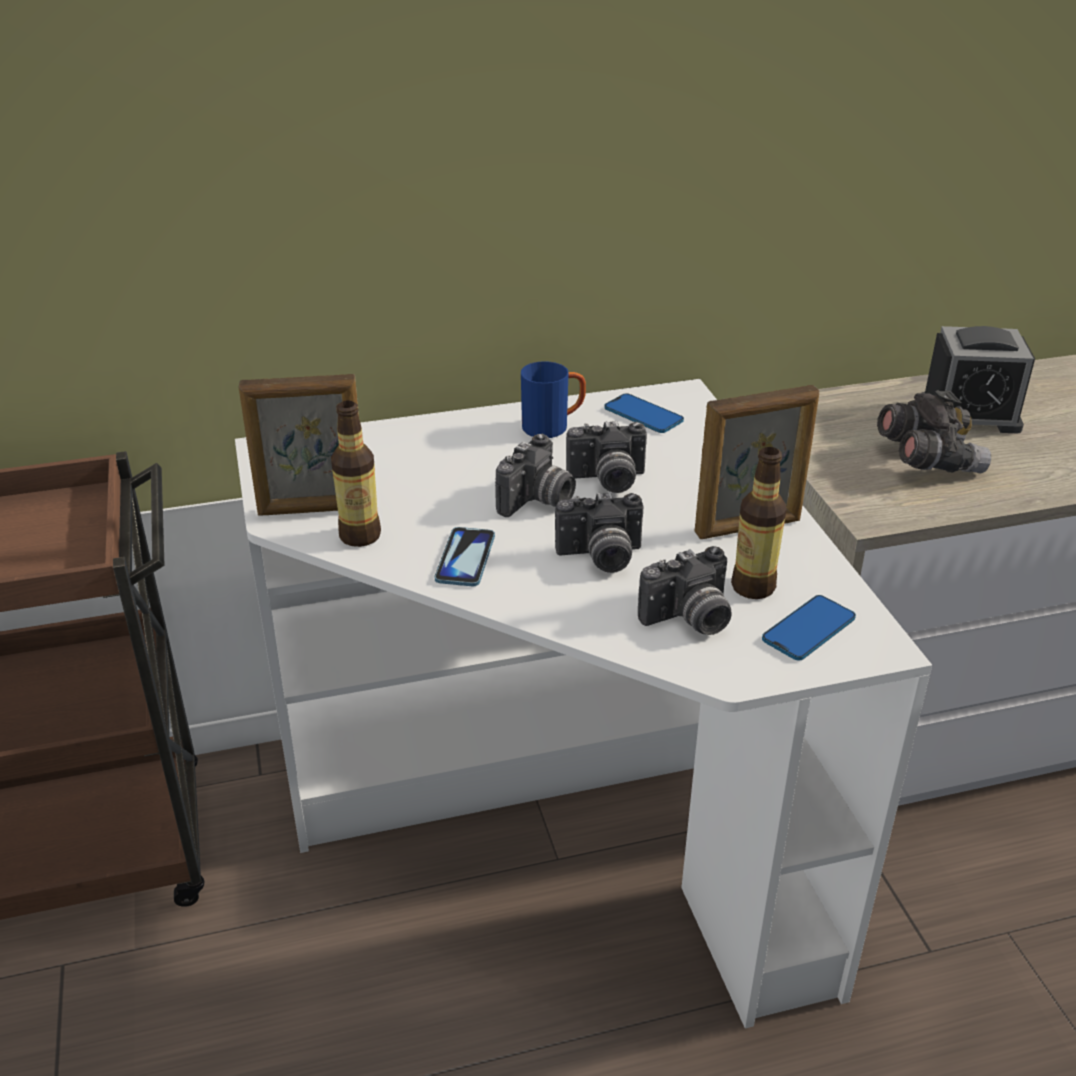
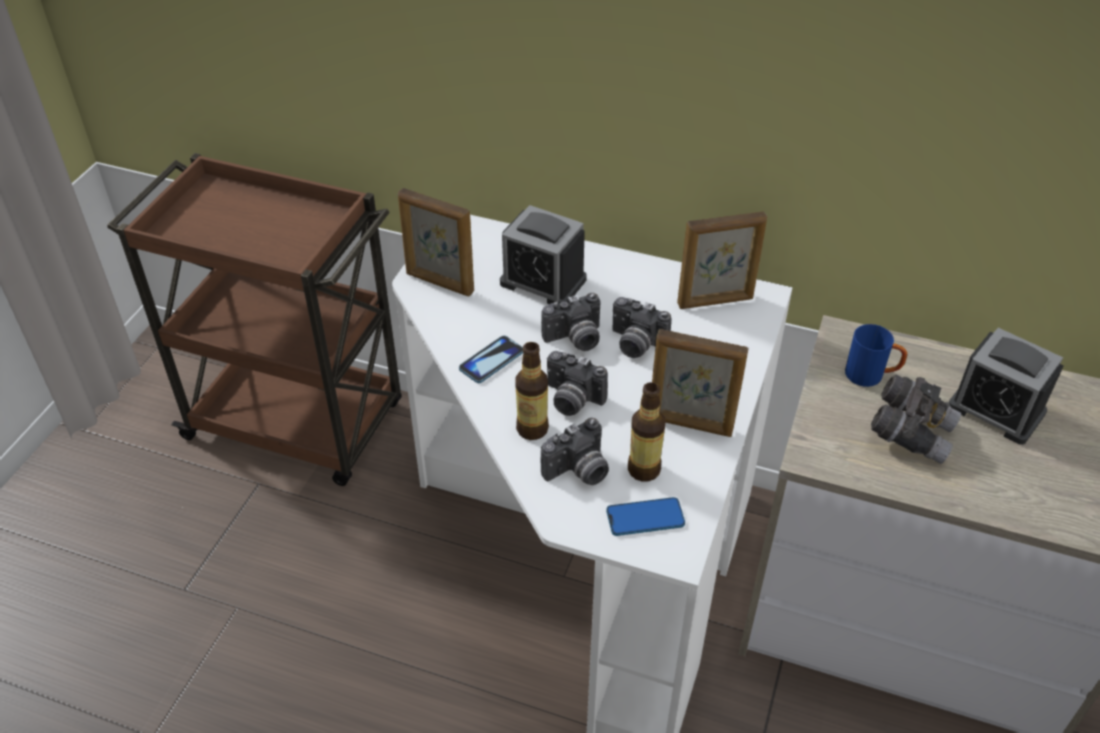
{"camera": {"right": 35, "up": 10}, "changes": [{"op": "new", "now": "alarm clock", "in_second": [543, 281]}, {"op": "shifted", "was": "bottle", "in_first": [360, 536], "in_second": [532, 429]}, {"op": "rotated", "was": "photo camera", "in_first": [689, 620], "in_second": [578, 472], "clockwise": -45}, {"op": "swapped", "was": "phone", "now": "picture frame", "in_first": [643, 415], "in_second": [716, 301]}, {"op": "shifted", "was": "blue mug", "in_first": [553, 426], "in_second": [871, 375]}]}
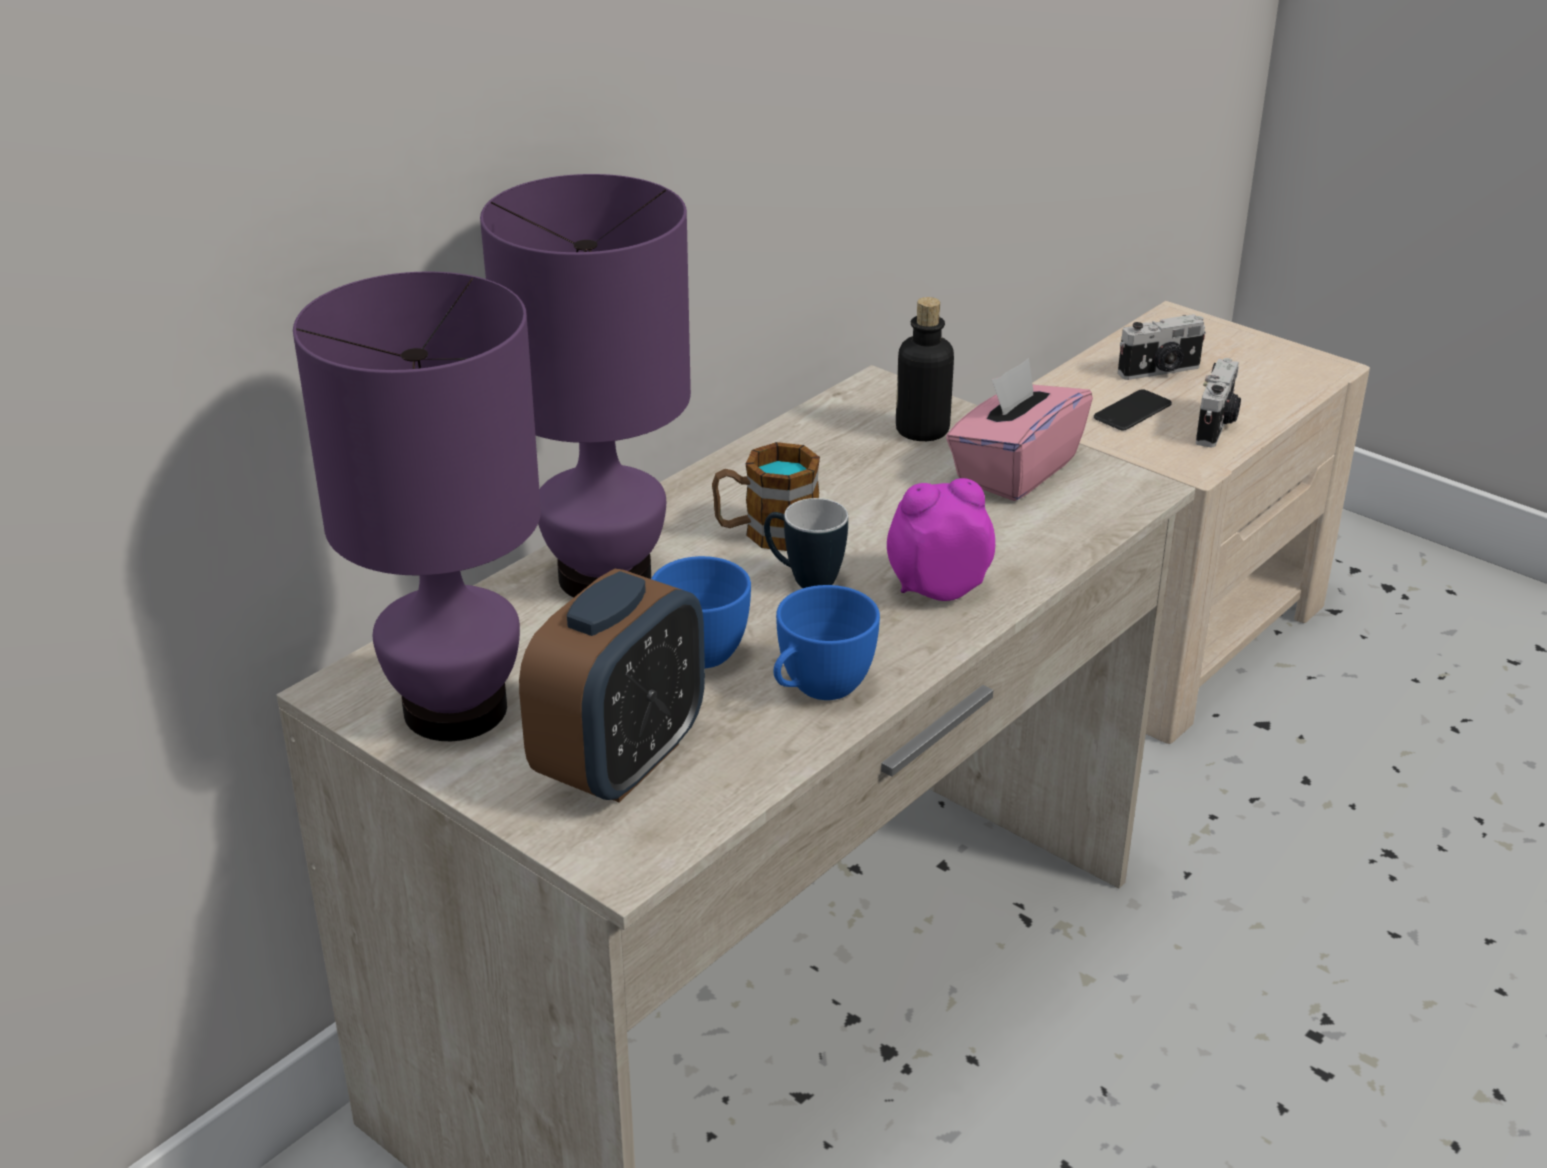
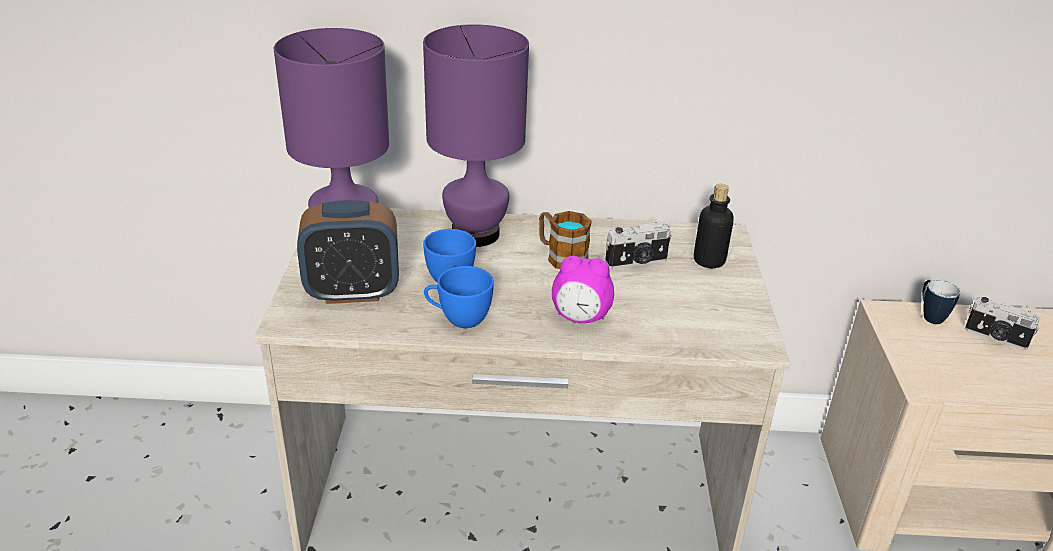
{"camera": {"right": 50, "up": 0}, "changes": [{"op": "rotated", "was": "alarm clock", "in_first": [937, 587], "in_second": [580, 318], "clockwise": 150}, {"op": "shifted", "was": "photo camera", "in_first": [1216, 426], "in_second": [637, 262]}, {"op": "shifted", "was": "mug", "in_first": [803, 579], "in_second": [929, 316]}, {"op": "gone", "was": "pink tissue box", "in_first": [1014, 470]}, {"op": "gone", "was": "phone", "in_first": [1132, 411]}]}
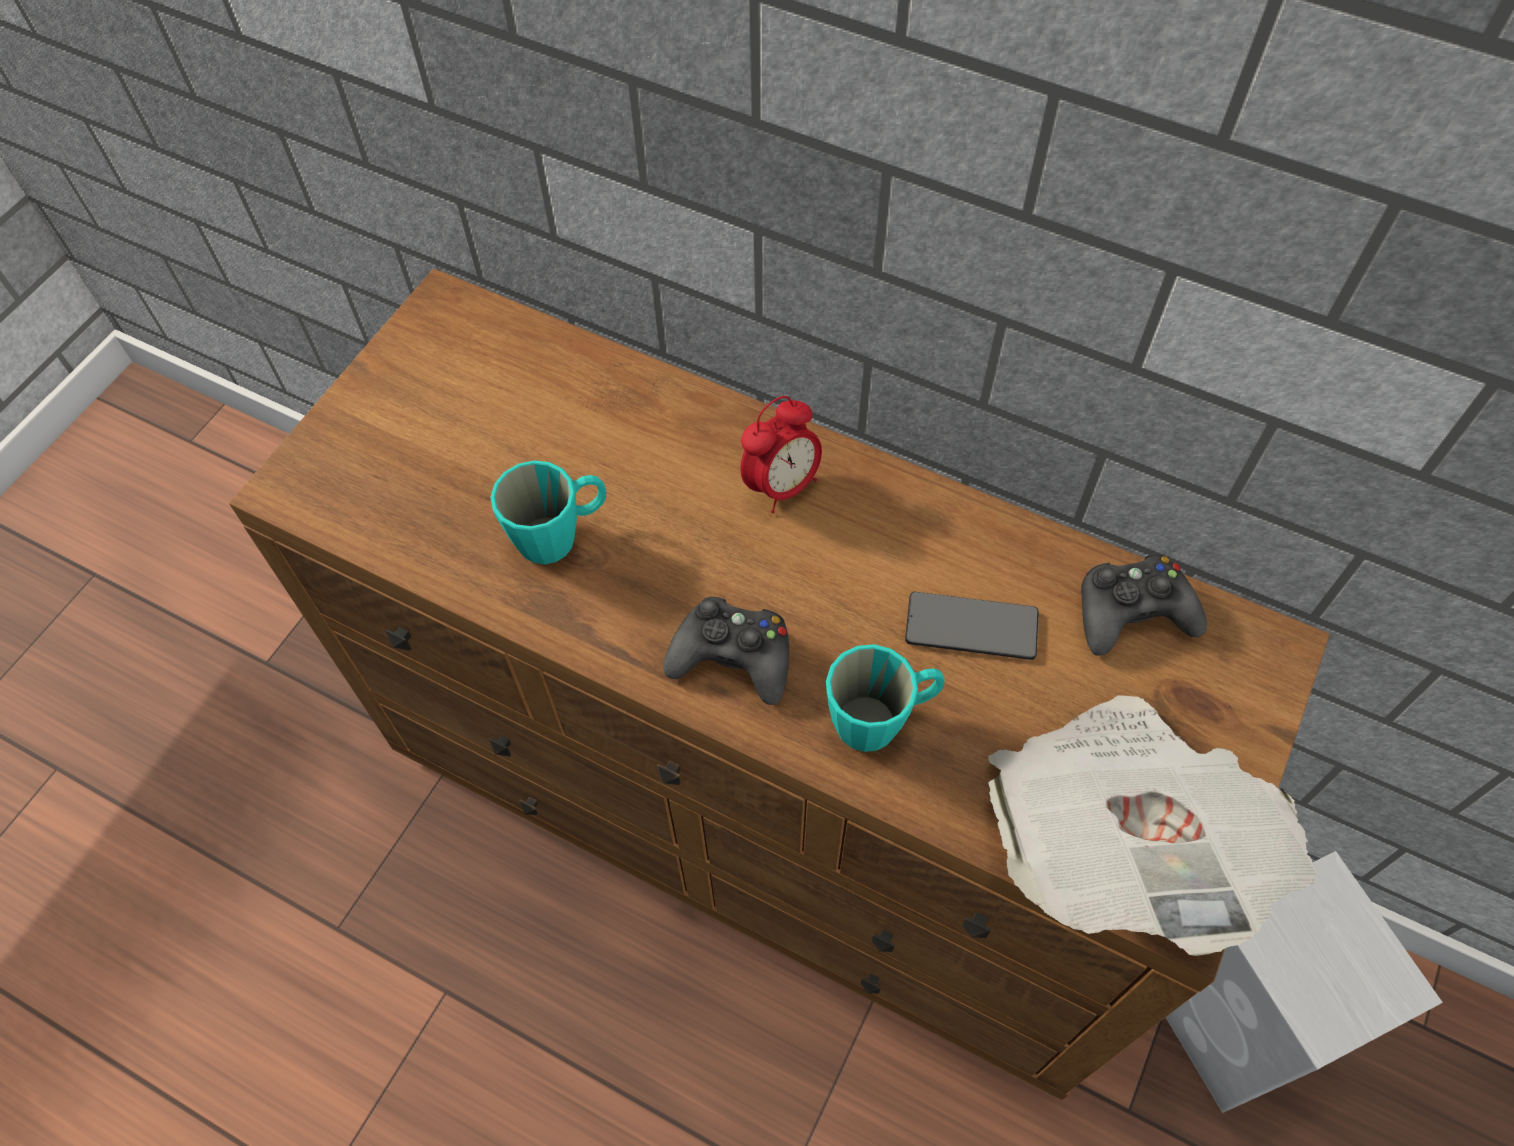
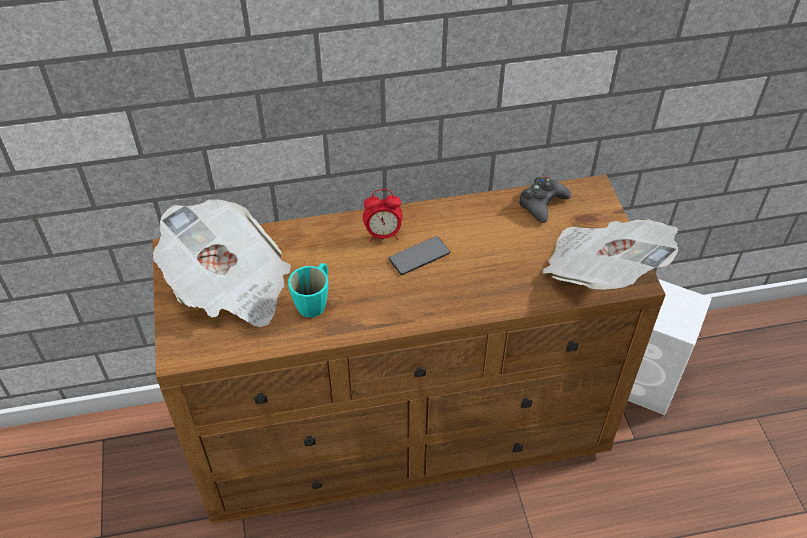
{"camera": {"right": -40, "up": -10}, "changes": [{"op": "new", "now": "newspaper", "in_second": [230, 286]}, {"op": "rotated", "was": "alarm clock", "in_first": [781, 485], "in_second": [383, 234], "clockwise": 75}, {"op": "shifted", "was": "phone", "in_first": [971, 627], "in_second": [419, 256]}, {"op": "gone", "was": "black game controller", "in_first": [733, 657]}, {"op": "gone", "was": "turquoise mug", "in_first": [881, 718]}]}
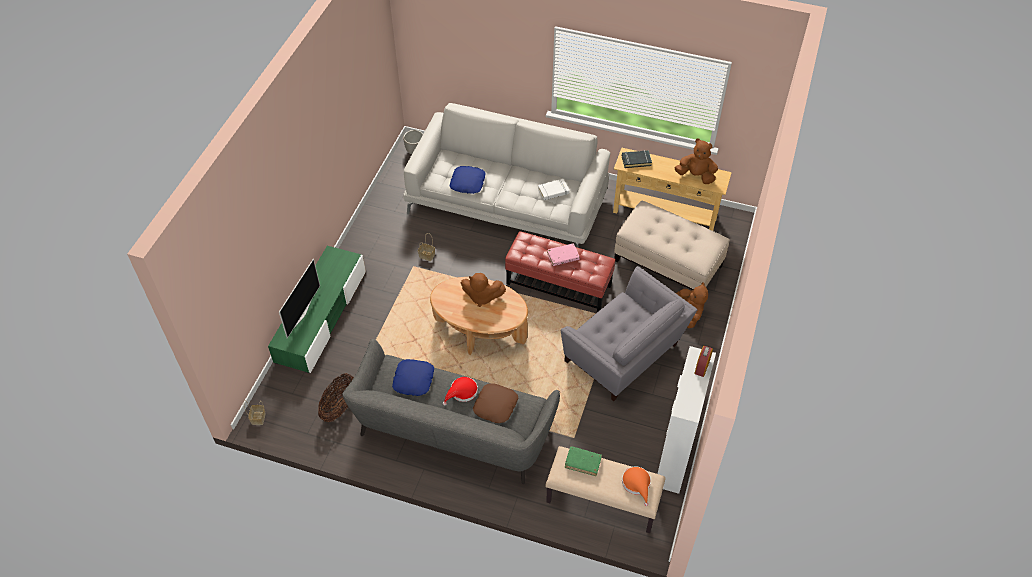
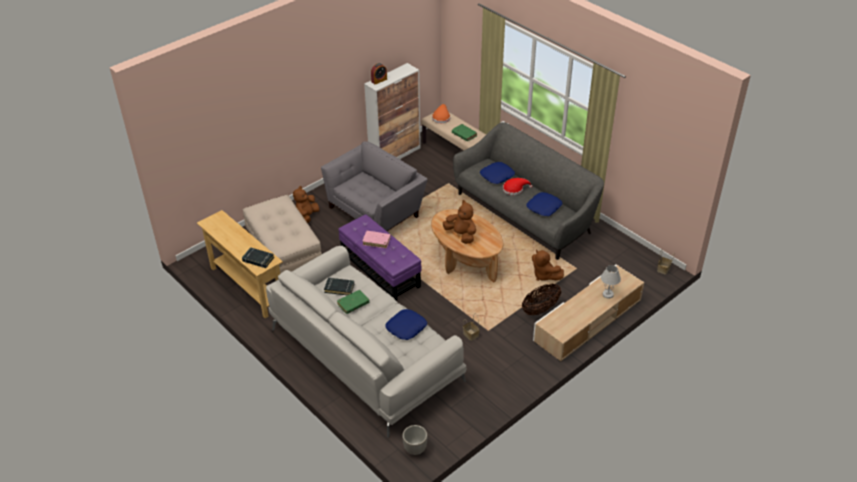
{"camera": {"right": -150, "up": -10}, "changes": [{"op": "rotated", "was": "grey armchair", "in_first": [623, 355], "in_second": [376, 211], "clockwise": 60}, {"op": "repainted", "was": "white book", "now": "black book", "in_first": [553, 191], "in_second": [339, 288]}, {"op": "new", "now": "green book", "in_second": [353, 304]}, {"op": "repainted", "was": "red ottoman", "now": "purple ottoman", "in_first": [559, 284], "in_second": [380, 270]}, {"op": "repainted", "was": "brown pillow", "now": "blue pillow", "in_first": [495, 406], "in_second": [497, 176]}, {"op": "shifted", "was": "basket", "in_first": [339, 407], "in_second": [540, 309]}, {"op": "shifted", "was": "brown plush toy", "in_first": [696, 176], "in_second": [544, 275]}, {"op": "repainted", "was": "green tv stand", "now": "beige tv stand", "in_first": [321, 316], "in_second": [587, 321]}, {"op": "swapped", "was": "television", "now": "white table lamp", "in_first": [302, 314], "in_second": [608, 294]}]}
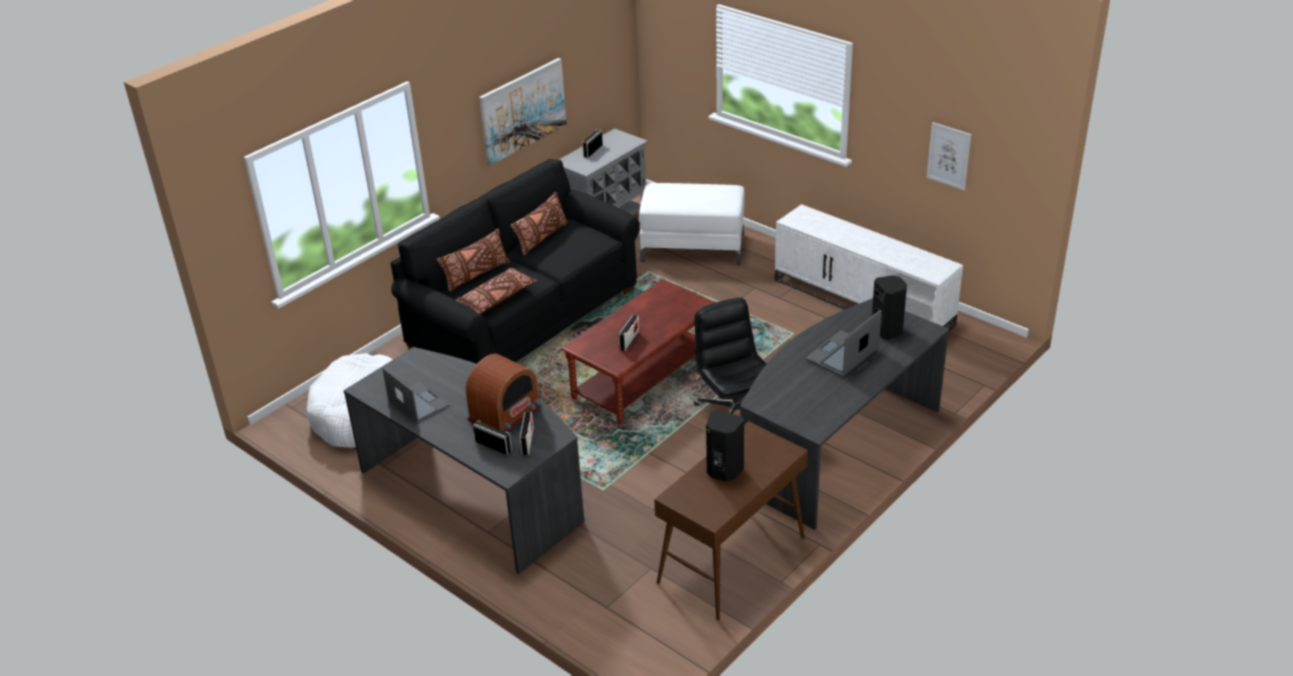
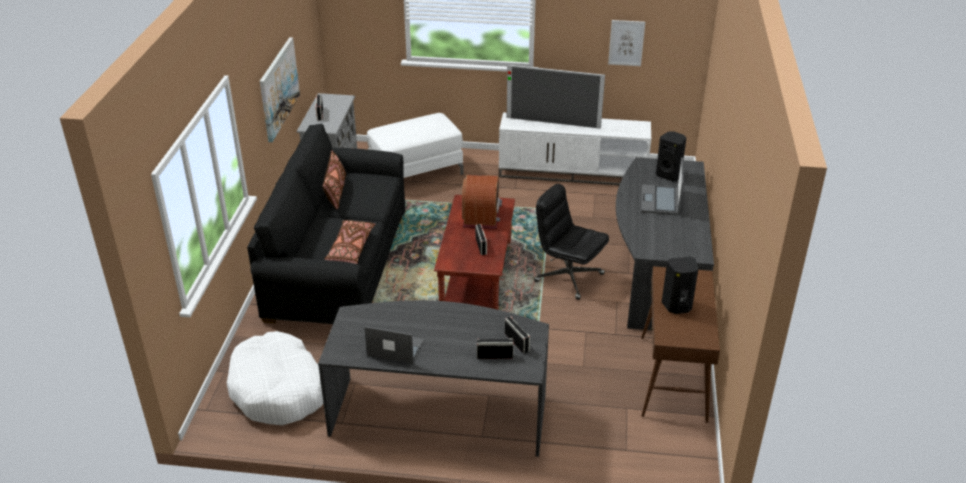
{"camera": {"right": -35, "up": 0}, "changes": [{"op": "shifted", "was": "radio", "in_first": [505, 413], "in_second": [482, 215]}, {"op": "new", "now": "television", "in_second": [553, 123]}, {"op": "gone", "was": "brown pillow", "in_first": [476, 275]}]}
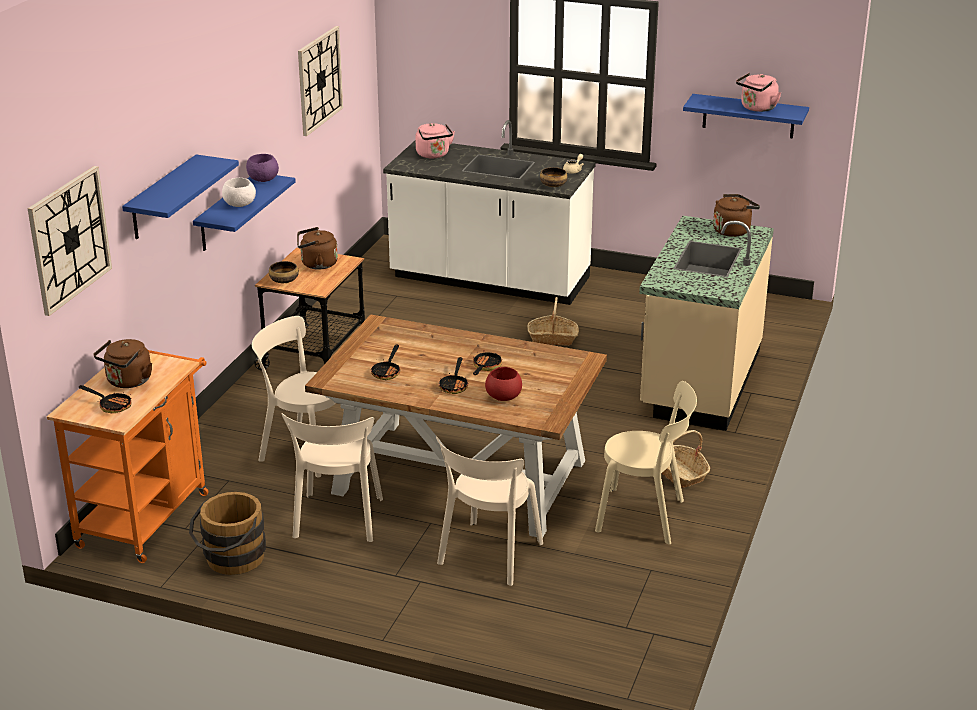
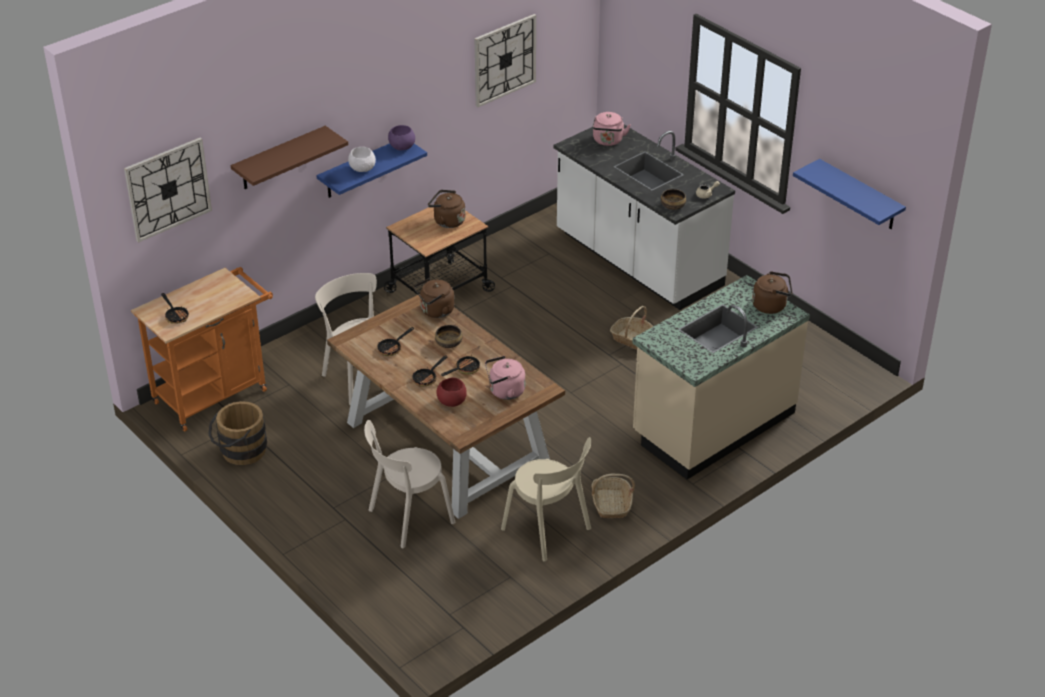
{"camera": {"right": 30, "up": 10}, "changes": [{"op": "repainted", "was": "blue shelf", "now": "brown shelf", "in_first": [162, 198], "in_second": [280, 159]}, {"op": "shifted", "was": "brown kettle", "in_first": [127, 382], "in_second": [435, 311]}, {"op": "shifted", "was": "bowl", "in_first": [284, 280], "in_second": [449, 343]}, {"op": "shifted", "was": "pink kettle", "in_first": [757, 108], "in_second": [504, 391]}, {"op": "gone", "was": "beige chair", "in_first": [337, 521]}]}
